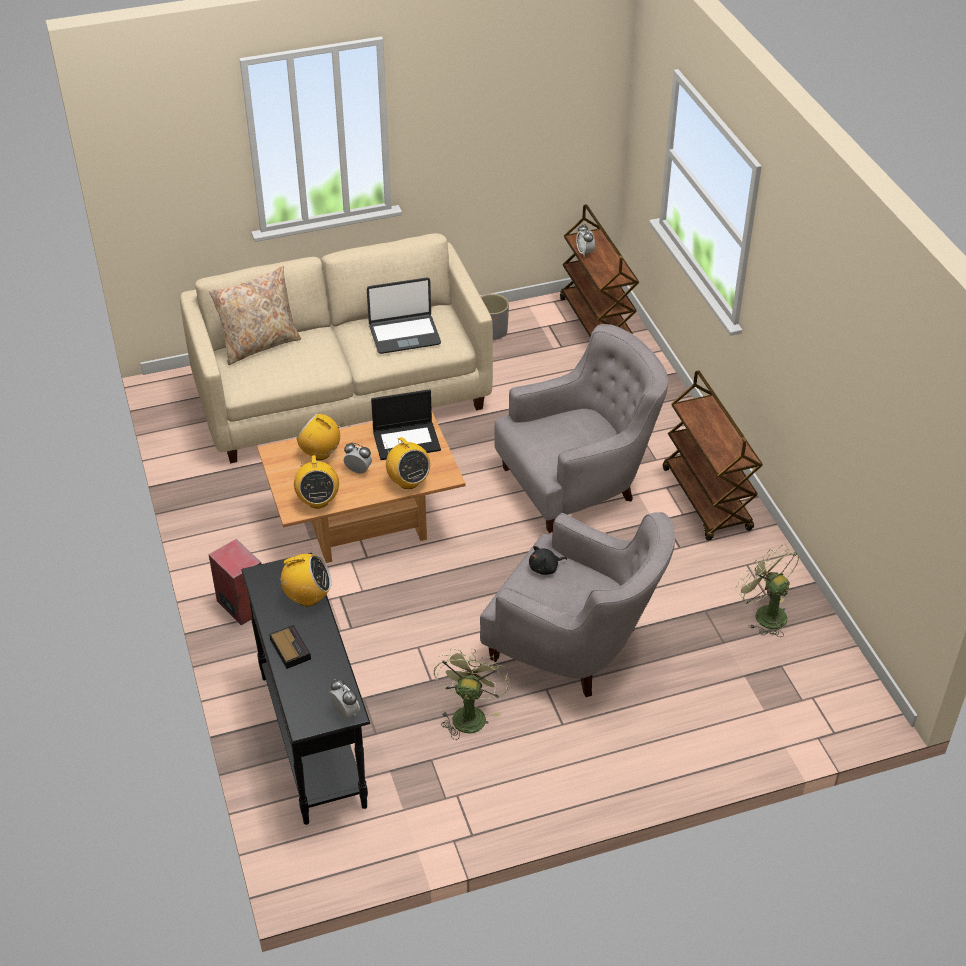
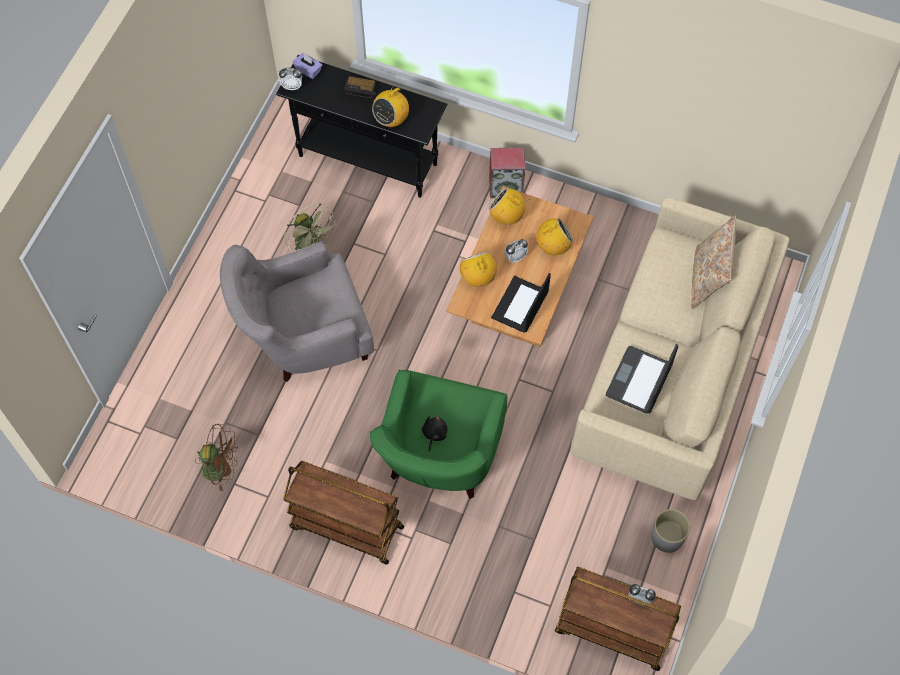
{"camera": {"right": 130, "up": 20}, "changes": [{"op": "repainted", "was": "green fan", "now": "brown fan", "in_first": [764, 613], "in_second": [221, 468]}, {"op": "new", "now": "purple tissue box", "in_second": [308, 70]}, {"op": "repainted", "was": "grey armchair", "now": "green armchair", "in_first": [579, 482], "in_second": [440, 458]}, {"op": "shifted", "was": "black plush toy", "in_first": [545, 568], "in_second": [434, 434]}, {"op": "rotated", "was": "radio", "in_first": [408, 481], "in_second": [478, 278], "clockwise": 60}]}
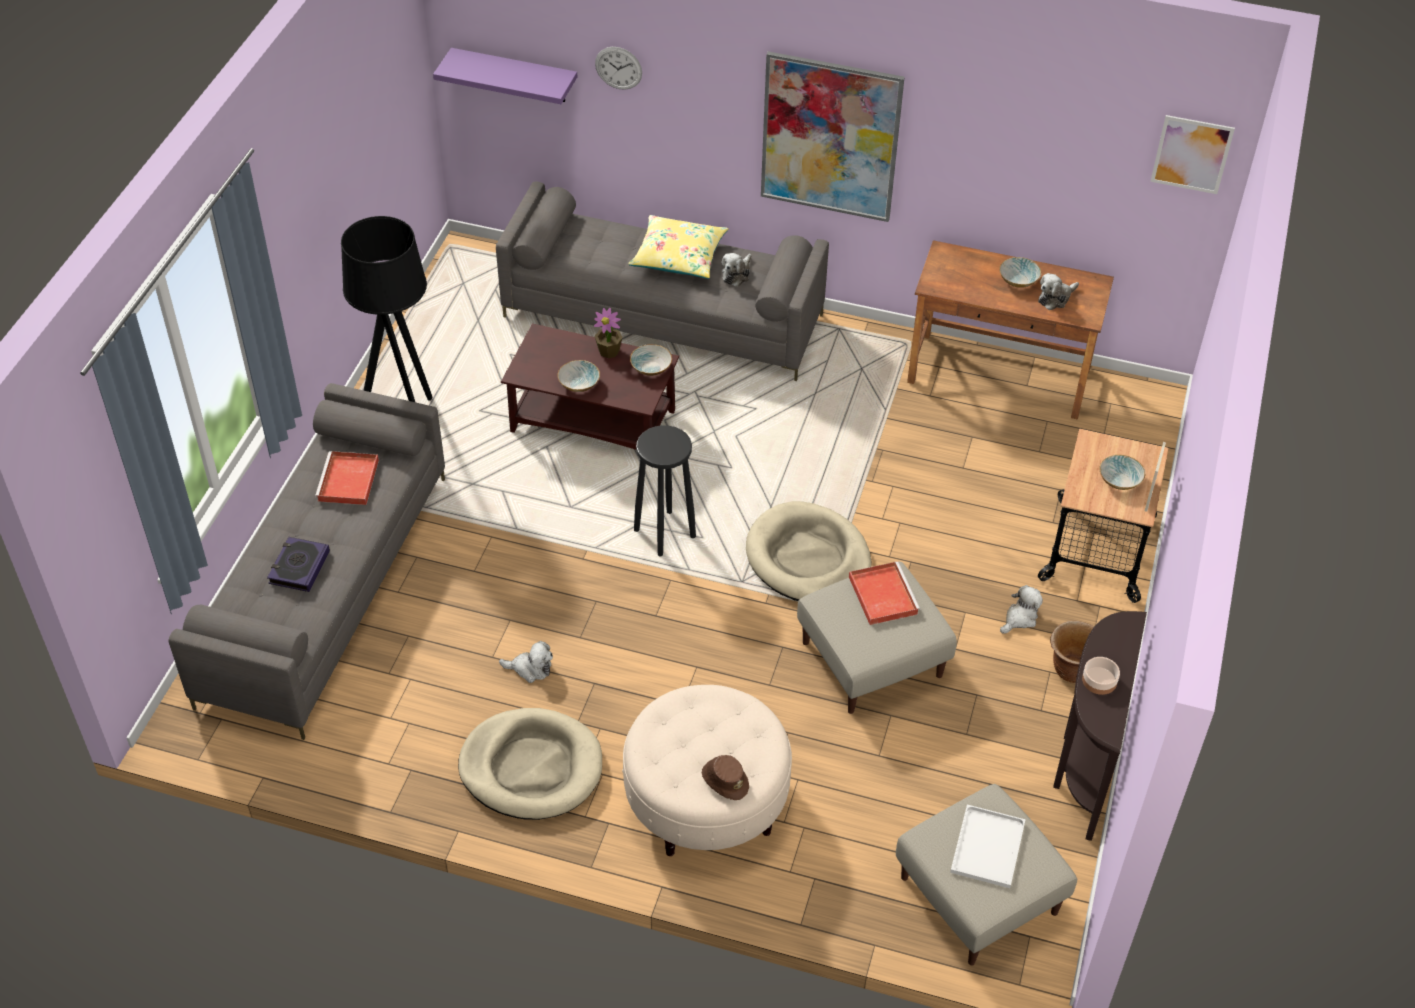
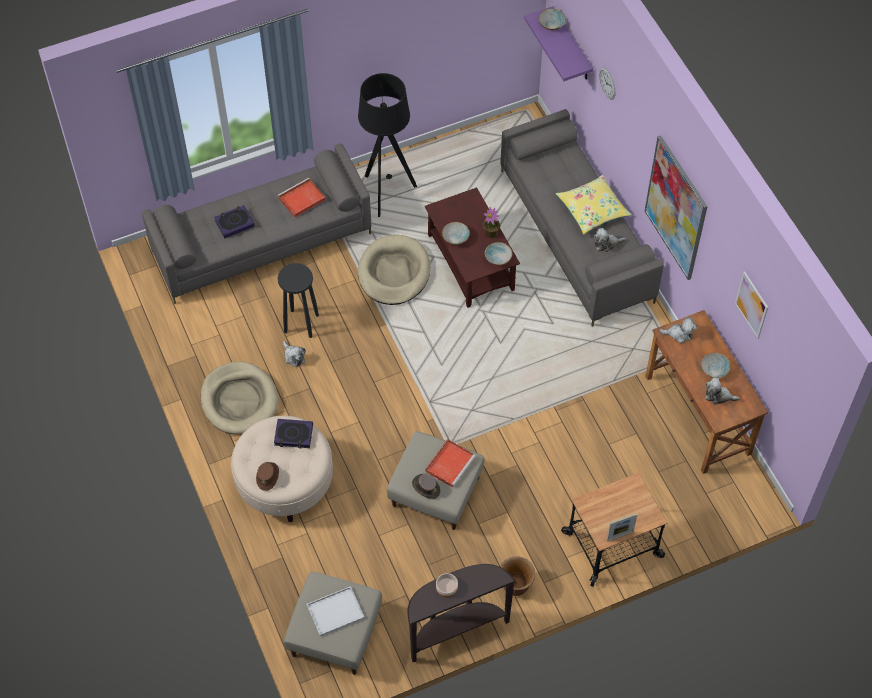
{"camera": {"right": 50, "up": 10}, "changes": [{"op": "new", "now": "book", "in_second": [293, 435]}, {"op": "shifted", "was": "black stool", "in_first": [665, 534], "in_second": [301, 324]}, {"op": "shifted", "was": "beige dog bed", "in_first": [808, 558], "in_second": [394, 272]}, {"op": "new", "now": "brown hat", "in_second": [426, 487]}, {"op": "shifted", "was": "bowl", "in_first": [1120, 480], "in_second": [551, 24]}, {"op": "shifted", "was": "plush toy", "in_first": [1020, 618], "in_second": [679, 334]}, {"op": "shifted", "was": "picture", "in_first": [1191, 154], "in_second": [751, 305]}]}
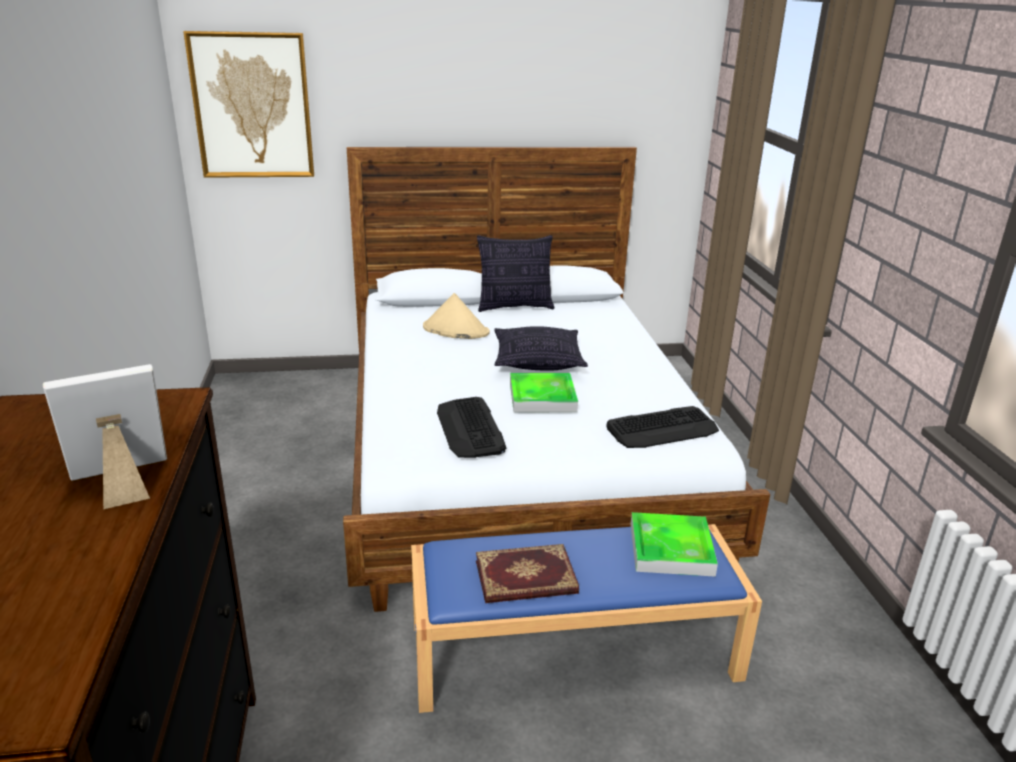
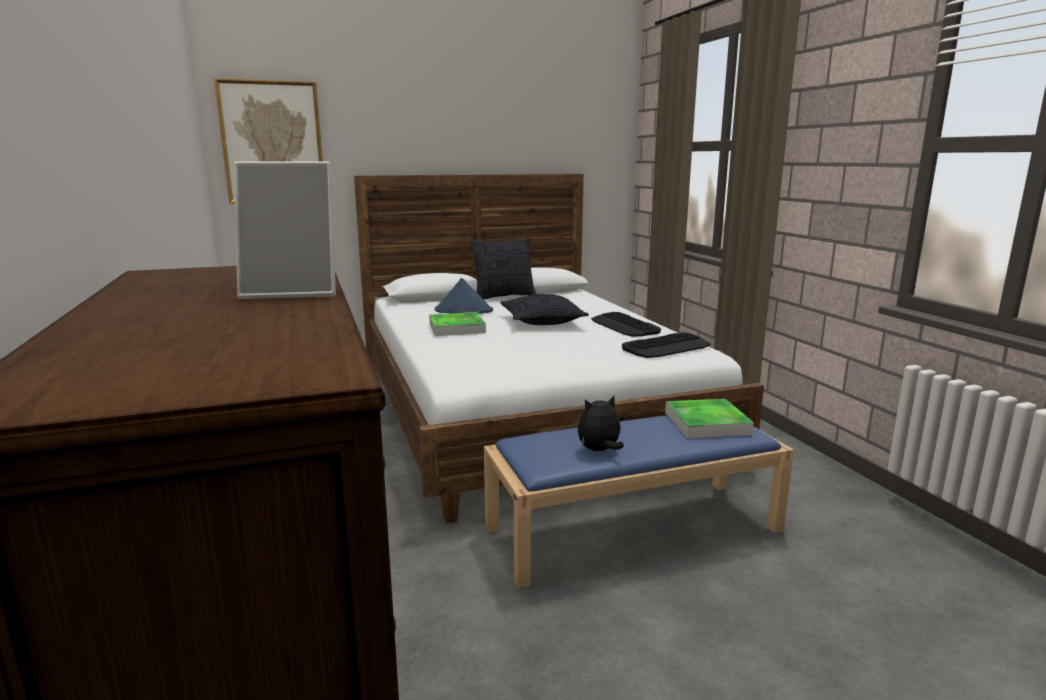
{"camera": {"right": -10, "up": -10}, "changes": [{"op": "rotated", "was": "picture frame", "in_first": [121, 483], "in_second": [294, 292], "clockwise": -150}, {"op": "shifted", "was": "tray", "in_first": [542, 397], "in_second": [457, 328]}, {"op": "repainted", "was": "beige hat", "now": "blue hat", "in_first": [455, 330], "in_second": [463, 310]}, {"op": "swapped", "was": "book", "now": "plush toy", "in_first": [526, 578], "in_second": [599, 451]}, {"op": "shifted", "was": "keyboard", "in_first": [470, 428], "in_second": [624, 326]}]}
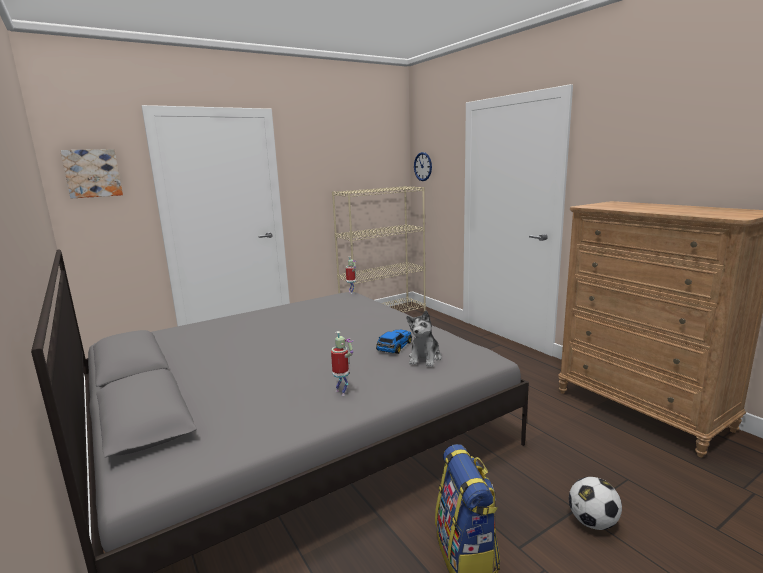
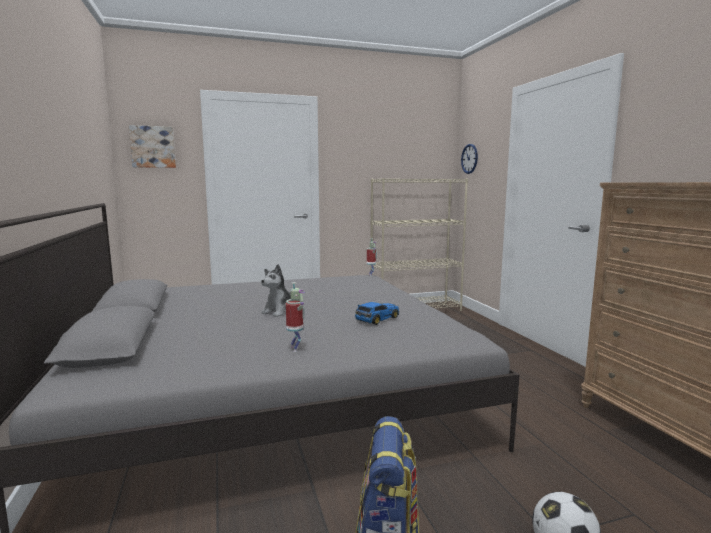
{"camera": {"right": 15, "up": -5}, "changes": [{"op": "shifted", "was": "plush toy", "in_first": [425, 358], "in_second": [281, 311]}]}
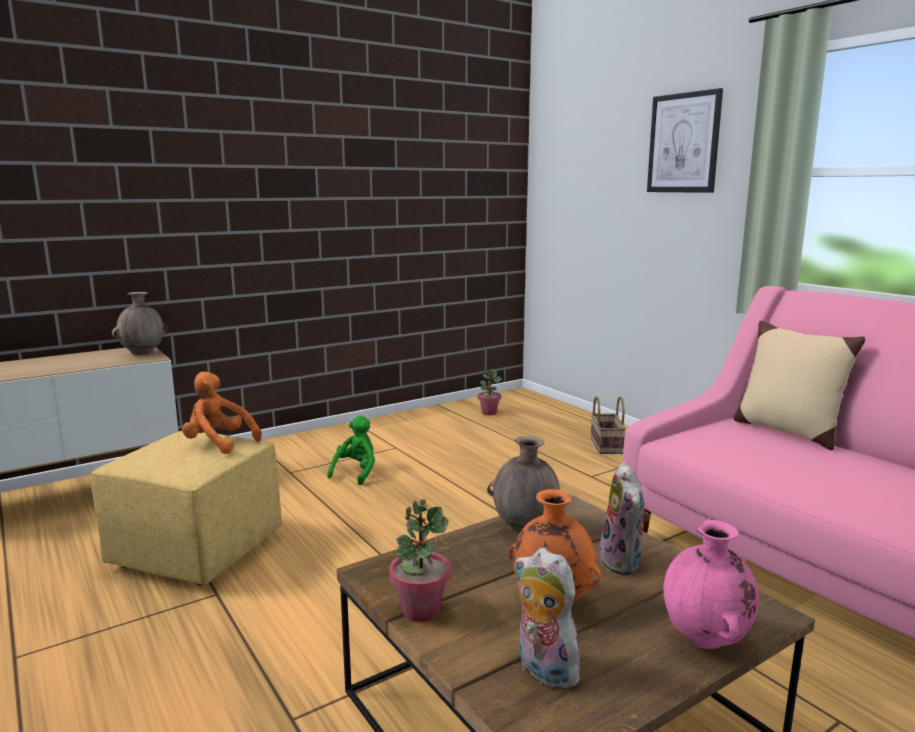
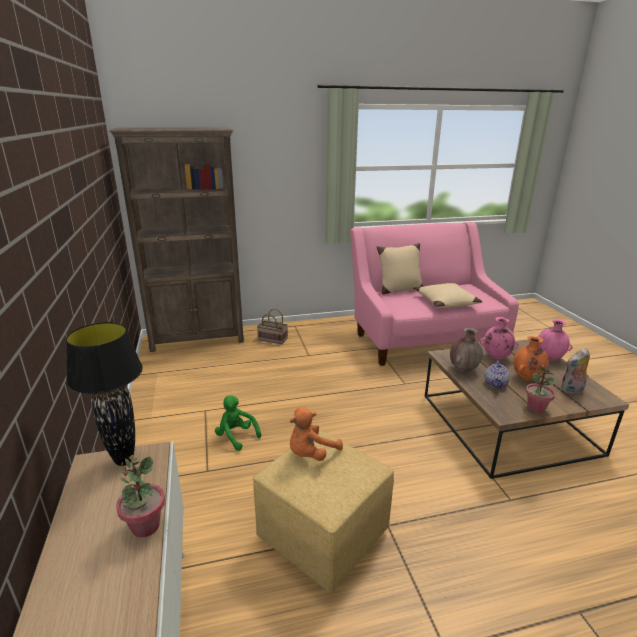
{"camera": {"right": -70, "up": 10}, "changes": [{"op": "swapped", "was": "brown vase", "now": "black table lamp", "in_first": [143, 353], "in_second": [123, 460]}, {"op": "new", "now": "brown bookcase", "in_second": [198, 339]}, {"op": "shifted", "was": "potted plant", "in_first": [489, 412], "in_second": [145, 526]}, {"op": "new", "now": "beige pillow", "in_second": [445, 302]}, {"op": "swapped", "was": "plush toy", "now": "pink vase", "in_first": [624, 562], "in_second": [496, 357]}, {"op": "new", "now": "teapot", "in_second": [496, 384]}, {"op": "gone", "was": "picture", "in_first": [683, 143]}]}
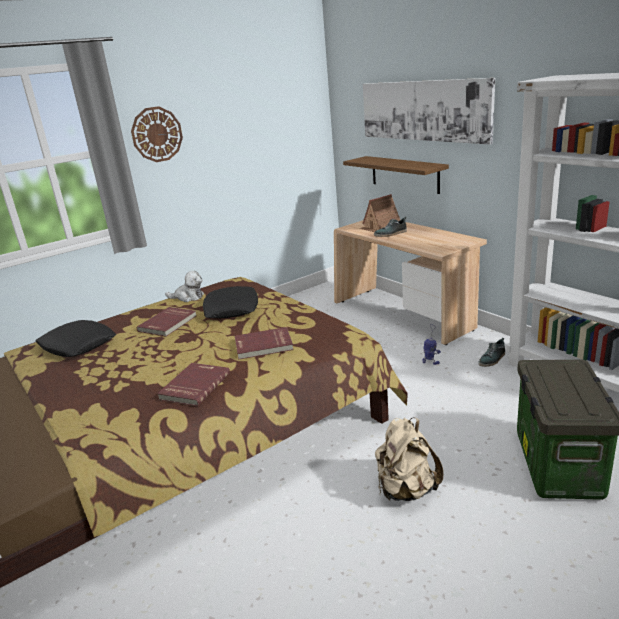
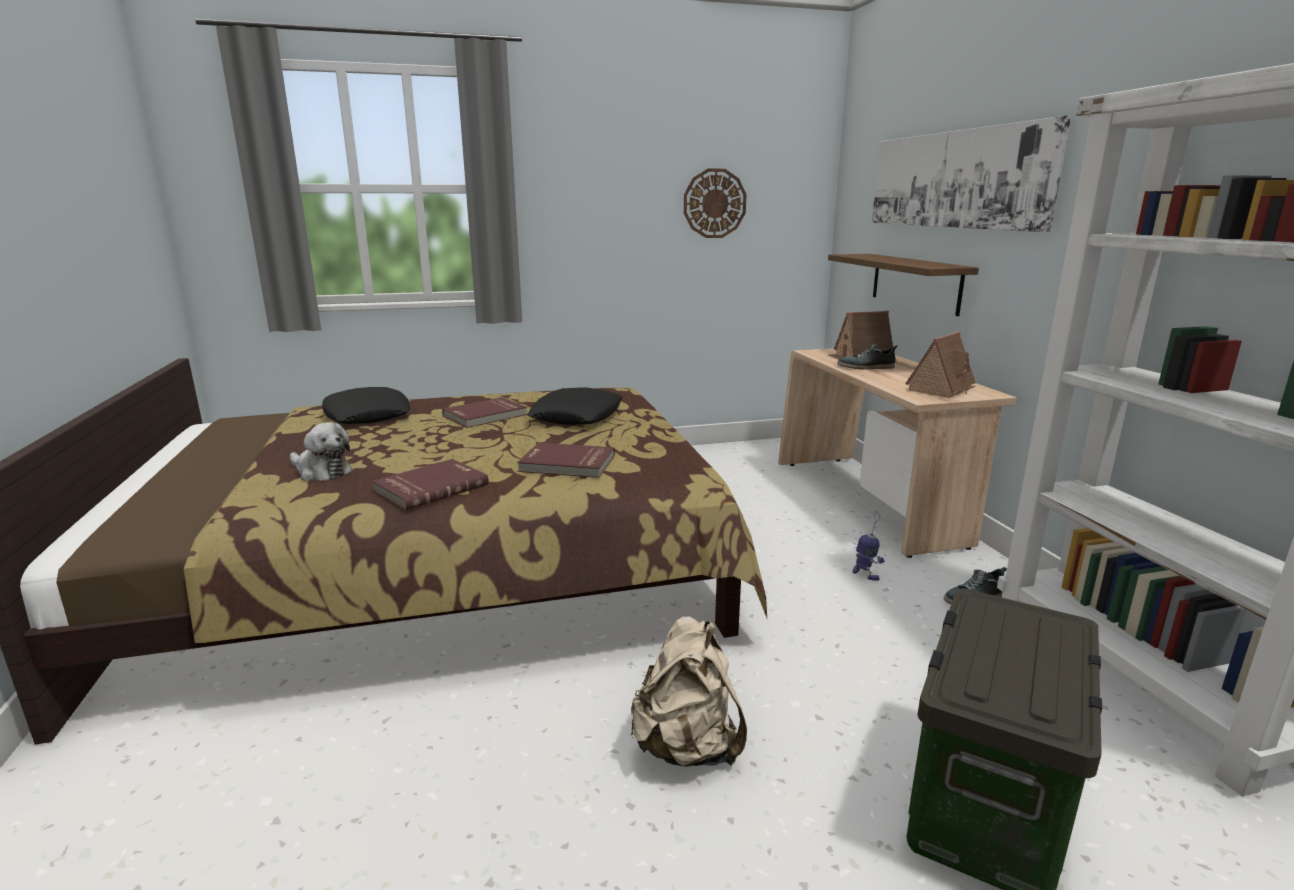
{"camera": {"right": 20, "up": -5}, "changes": [{"op": "shifted", "was": "plush toy", "in_first": [188, 297], "in_second": [321, 471]}, {"op": "shifted", "was": "wall clock", "in_first": [157, 134], "in_second": [714, 203]}, {"op": "new", "now": "toy house", "in_second": [941, 388]}]}
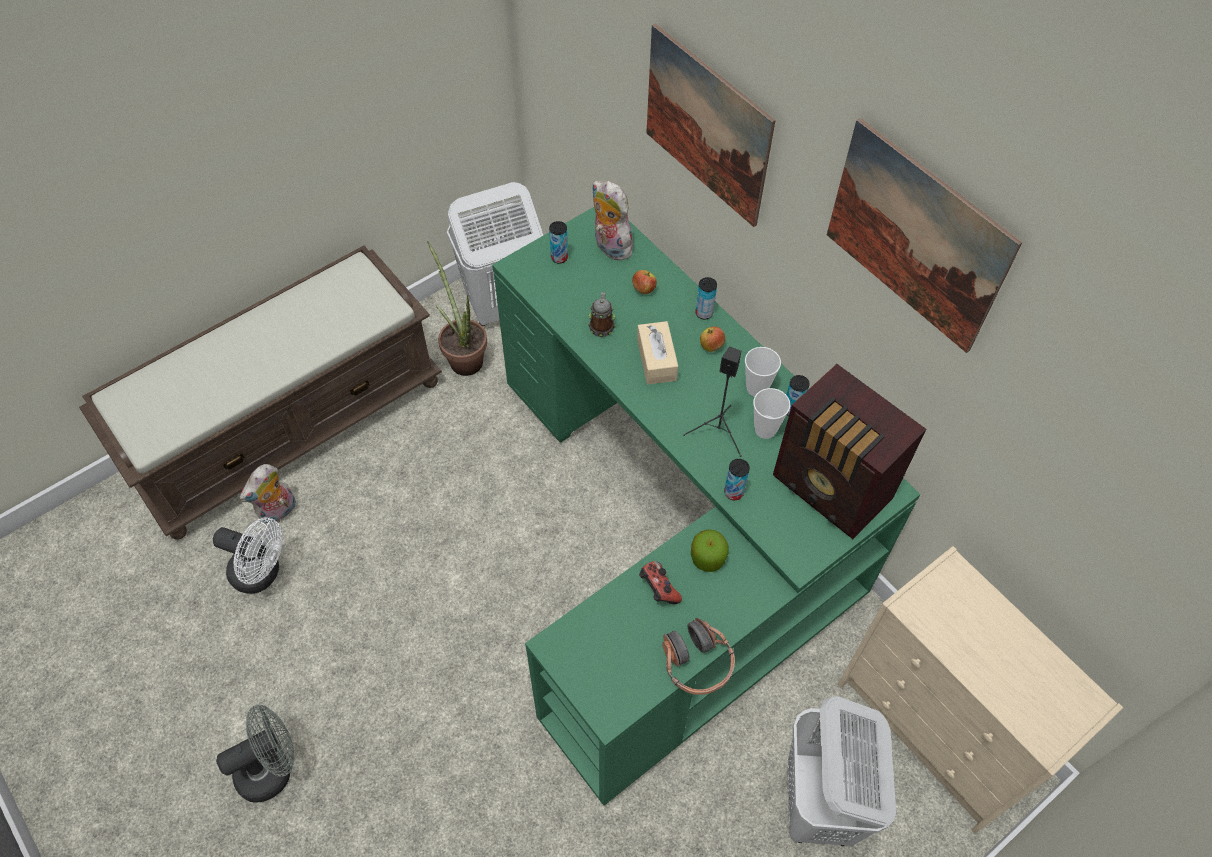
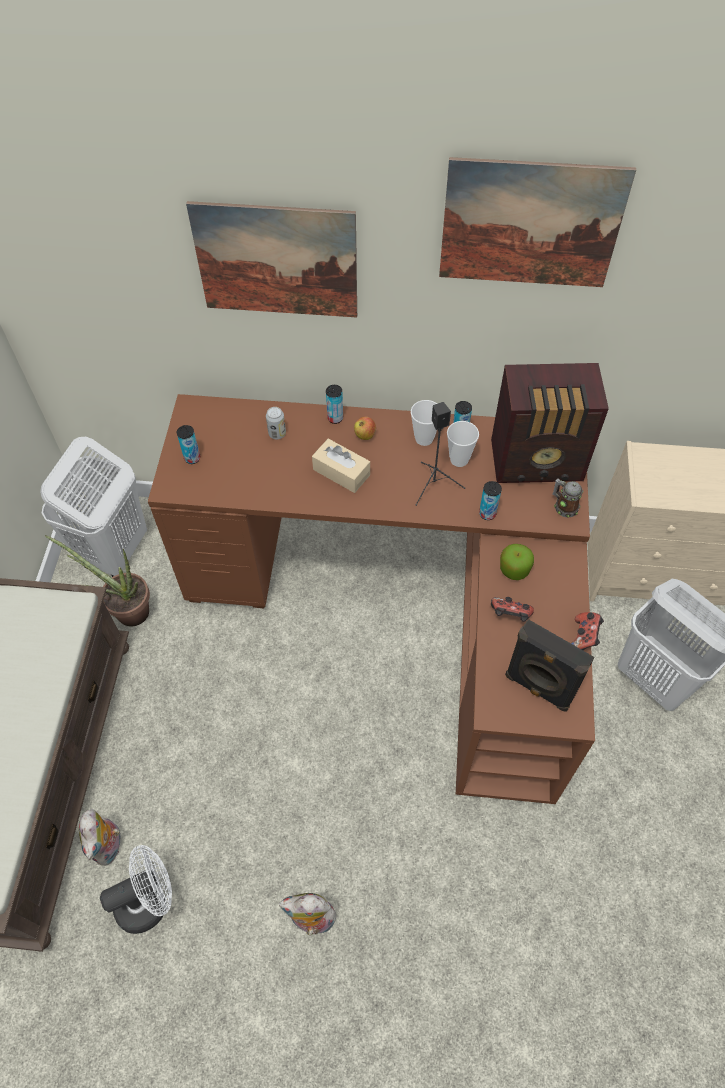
{"camera": {"right": -45, "up": 0}, "changes": [{"op": "repainted", "was": "green desk", "now": "brown desk", "in_first": [671, 540], "in_second": [405, 605]}, {"op": "swapped", "was": "apple", "now": "can", "in_first": [643, 289], "in_second": [277, 433]}, {"op": "shifted", "was": "plush toy", "in_first": [609, 246], "in_second": [311, 920]}, {"op": "new", "now": "black speaker", "in_second": [538, 688]}, {"op": "shifted", "was": "mug", "in_first": [602, 325], "in_second": [563, 506]}, {"op": "swapped", "was": "headphones", "now": "game controller", "in_first": [696, 663], "in_second": [584, 637]}, {"op": "gone", "was": "grey fan", "in_first": [272, 768]}]}
